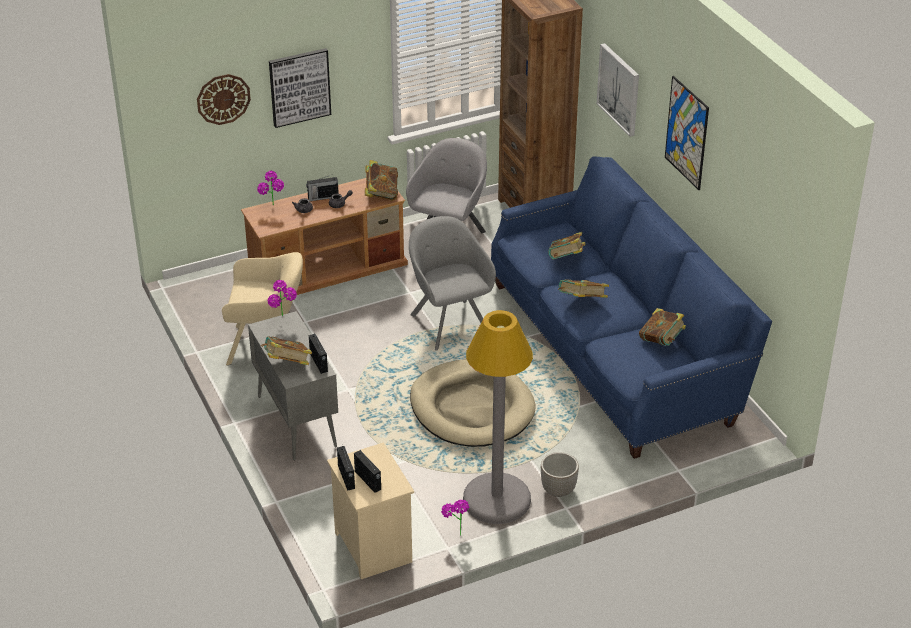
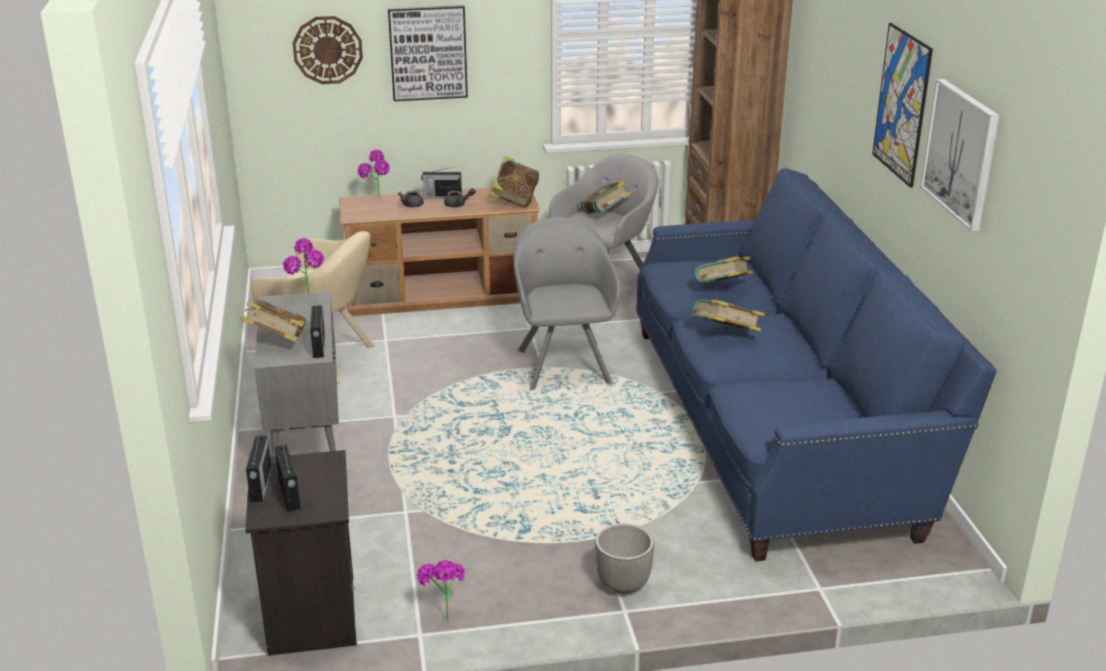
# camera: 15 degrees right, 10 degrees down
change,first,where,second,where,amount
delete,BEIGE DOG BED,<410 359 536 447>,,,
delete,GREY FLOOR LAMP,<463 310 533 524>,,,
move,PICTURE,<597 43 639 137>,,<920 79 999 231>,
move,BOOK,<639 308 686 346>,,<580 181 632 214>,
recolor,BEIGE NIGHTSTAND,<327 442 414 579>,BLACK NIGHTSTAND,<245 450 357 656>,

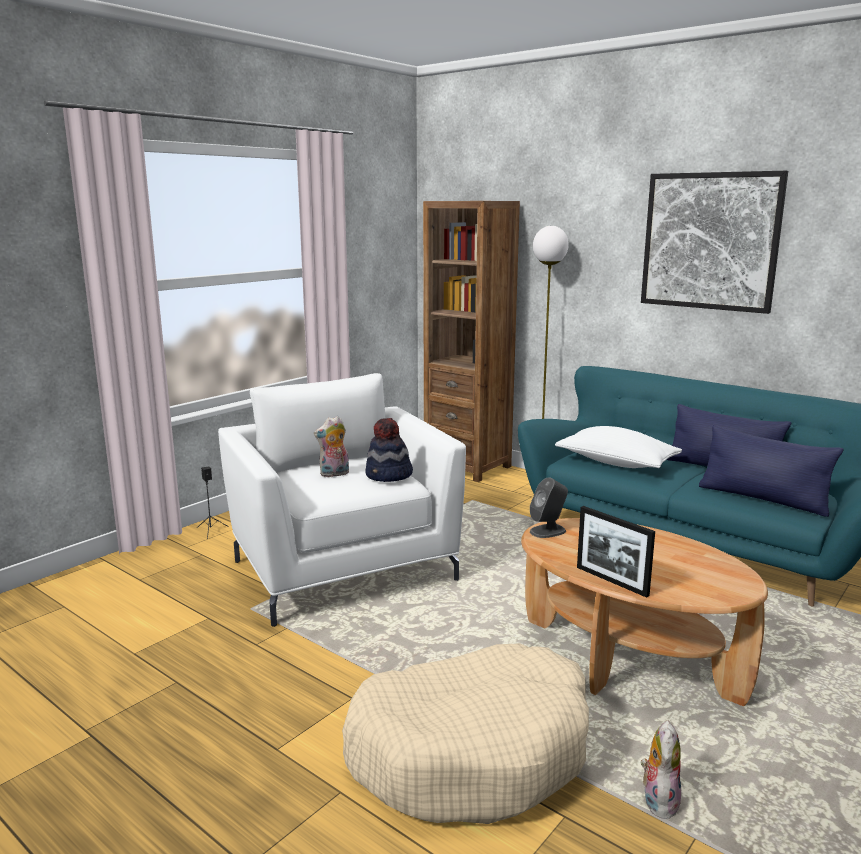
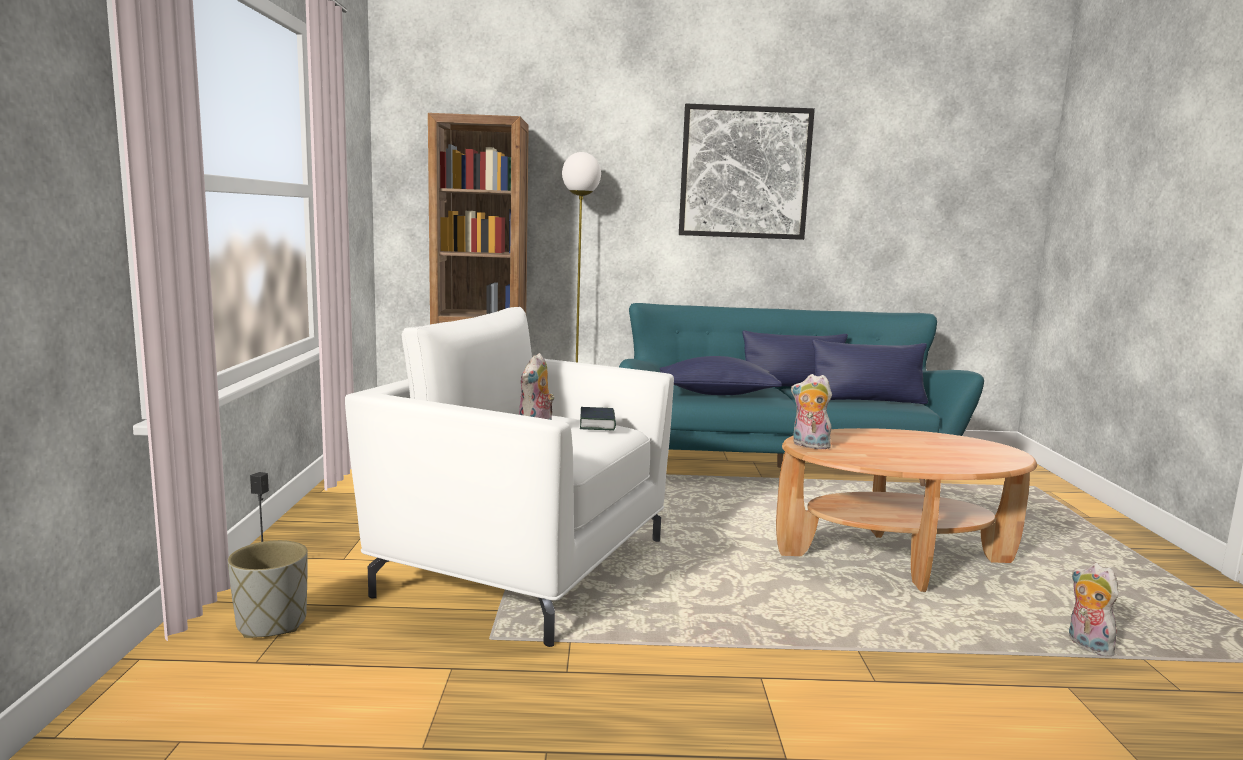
# camera: 40 degrees left, 5 degrees down
change,first,where,second,where,amount
delete,BEIGE DOG BED,<342 643 589 824>,,,
delete,PICTURE FRAME,<577 506 655 598>,,,
insert,,,GREY PLANTER,<228 540 308 638>,
replace,HAT,<365 418 413 482>,BOOK,<580 407 616 431>,
replace,GREY SPEAKER,<530 477 568 538>,PLUSH TOY,<791 374 832 449>,
recolor,WHITE PILLOW,<555 426 682 468>,BLUE PILLOW,<660 356 782 395>,

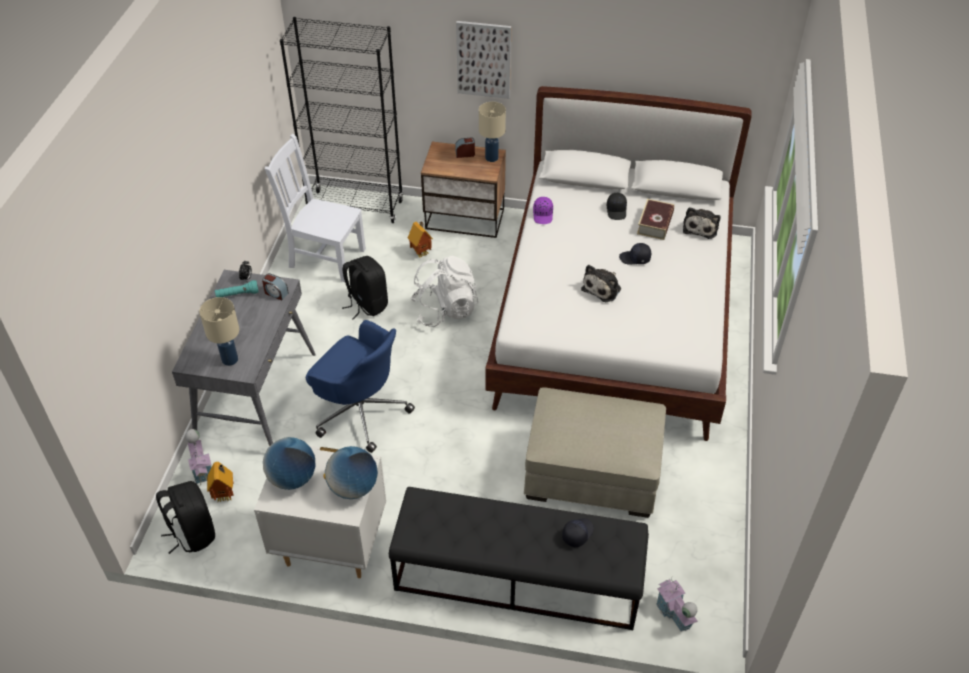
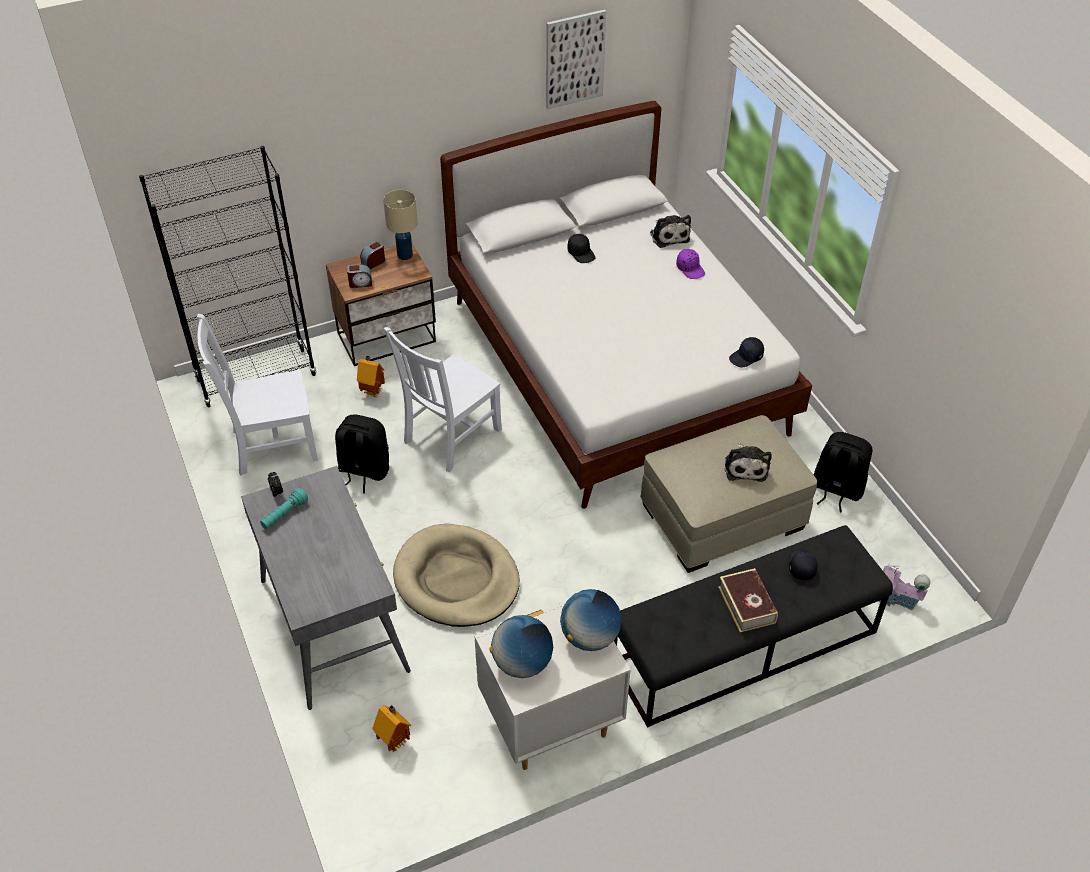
# camera: 35 degrees left, 0 degrees up
change,first,where,second,where,amount
delete,TOY HOUSE,<185 429 212 485>,,,
delete,BEIGE TABLE LAMP,<199 297 239 366>,,,
move,BLACK BACKPACK,<156 481 215 554>,,<814 432 872 512>,
move,ALARM CLOCK,<262 273 289 301>,,<347 264 372 288>,
move,PICTURE,<456 21 511 99>,,<546 9 606 109>,
move,PURPLE CAP,<533 197 553 224>,,<676 249 705 279>,
move,PLUSH TOY,<581 265 621 302>,,<725 443 772 482>,
move,BLACK CAP,<619 243 651 265>,,<729 337 764 368>,
move,BOOK,<637 199 674 240>,,<718 568 778 632>,
replace,BLUE OFFICE CHAIR,<306 320 415 453>,BEIGE DOG BED,<393 524 520 627>,
replace,WHITE BACKPACK,<411 256 478 327>,WHITE CHAIR,<384 327 502 472>,

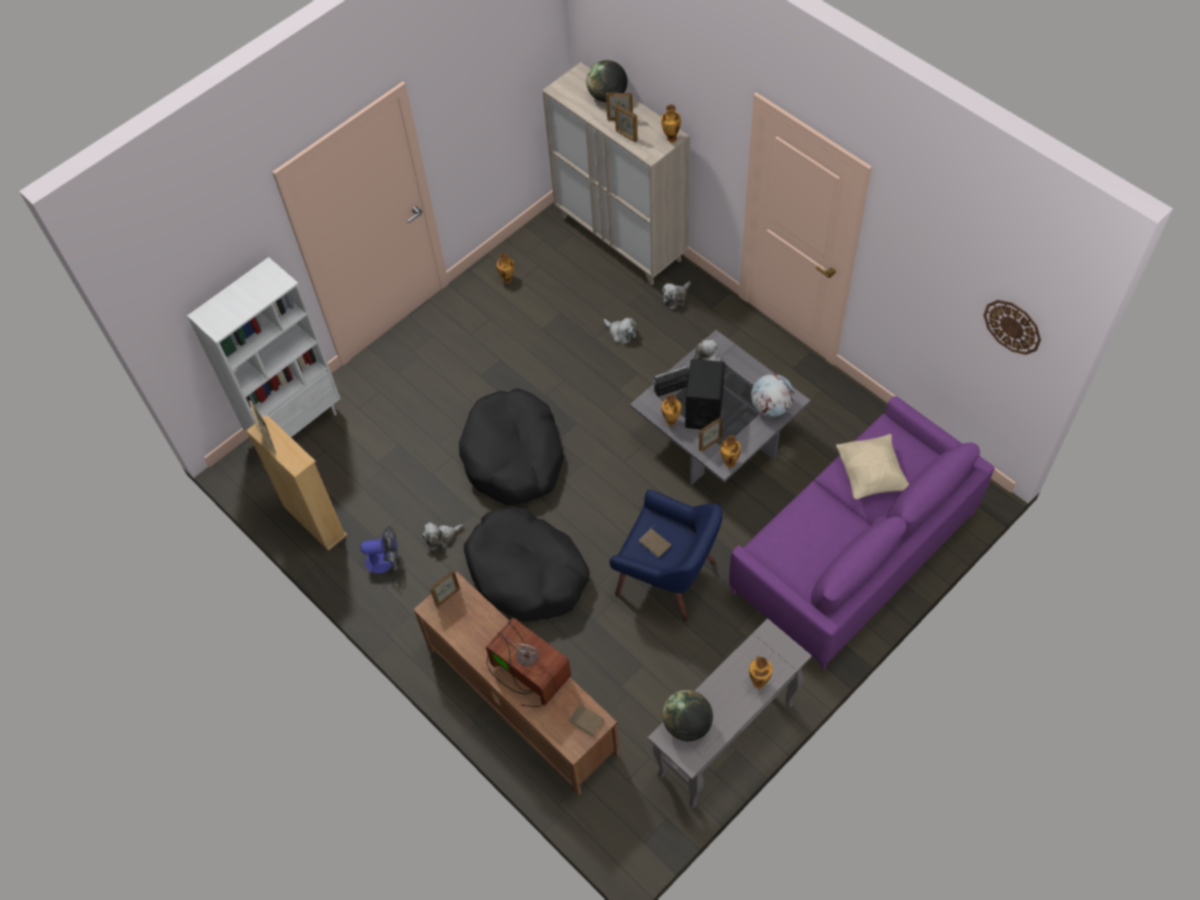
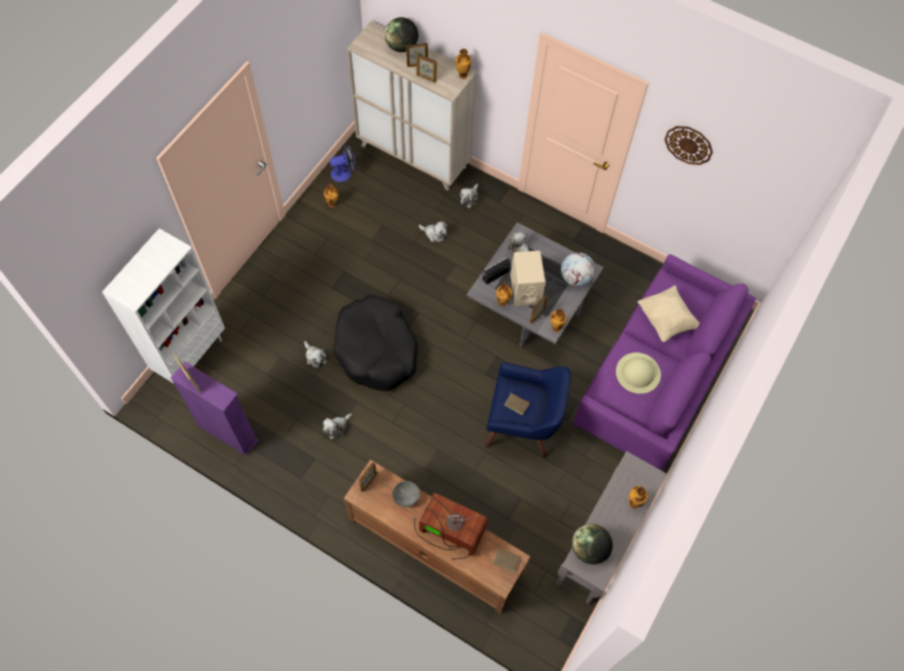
# camera: 20 degrees left, 5 degrees up
change,first,where,second,where,amount
delete,BLACK DOG BED,<464 508 590 622>,,,
insert,,,PLUSH TOY,<304 341 327 368>,
insert,,,GREY BOWL,<393 481 420 507>,
insert,,,BEIGE HAT,<616 353 661 394>,
move,FAN,<360 526 398 573>,,<330 145 356 182>,
move,WALL CLOCK,<983 300 1041 355>,,<664 126 713 165>,
recolor,BEIGE BOOKCASE,<246 415 347 551>,PURPLE BOOKCASE,<170 361 258 456>,
recolor,BLACK SPEAKER,<685 359 725 430>,BEIGE SPEAKER,<510 251 546 306>,

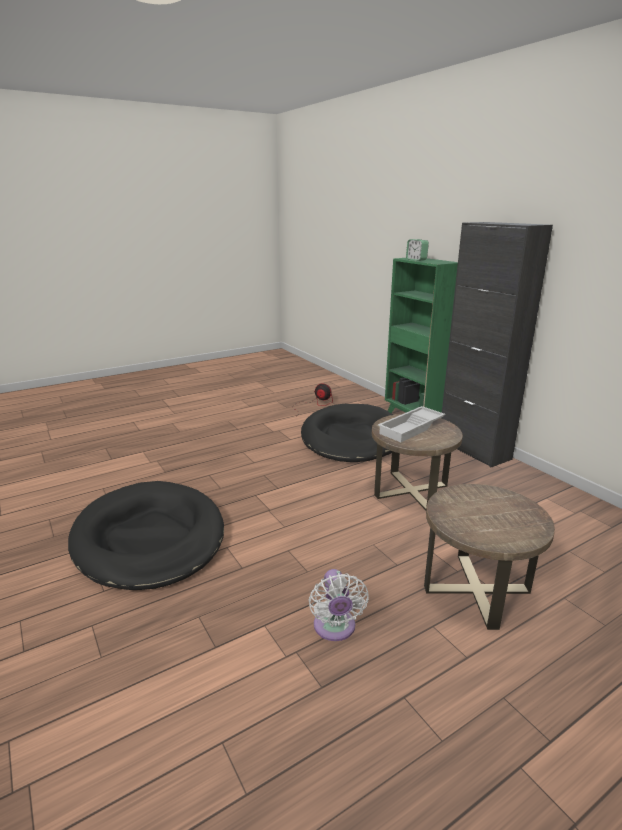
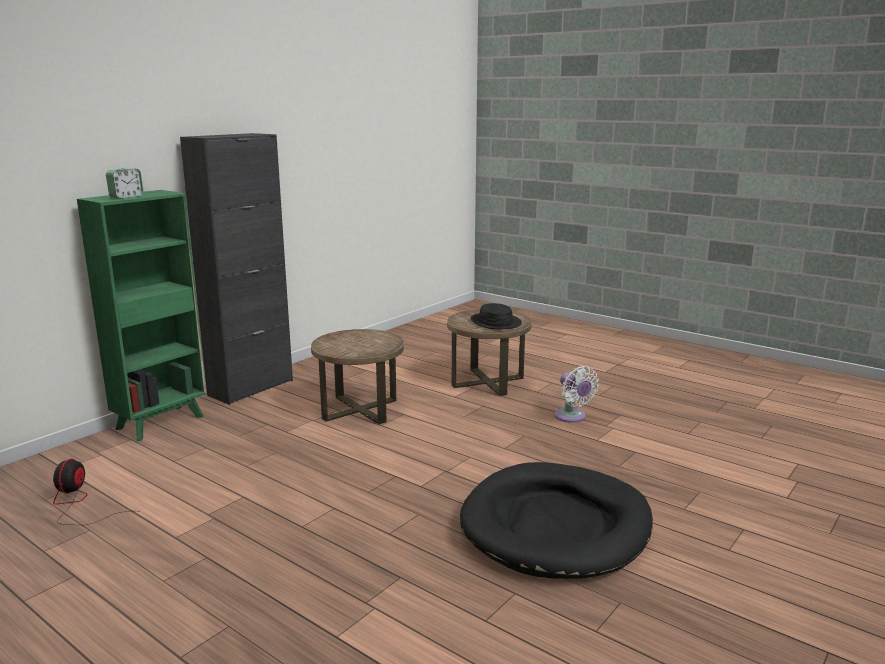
# camera: 110 degrees left, 5 degrees down
change,first,where,second,where,amount
delete,BLACK DOG BED,<301 404 393 462>,,,
delete,WHITE TRAY,<378 406 445 442>,,,
insert,,,BLACK HAT,<470 303 522 329>,
rotate,WHITE FAN,<309 569 369 641>,,<554 366 599 423>,90 degrees clockwise

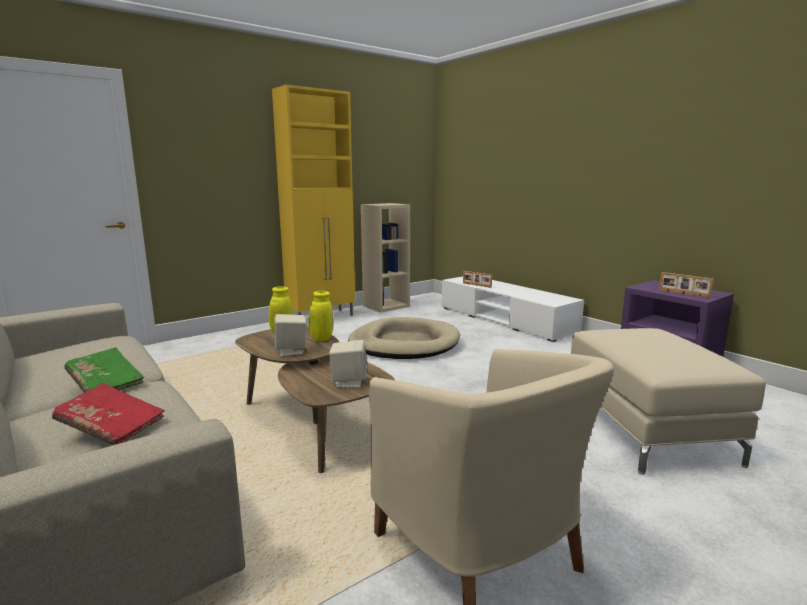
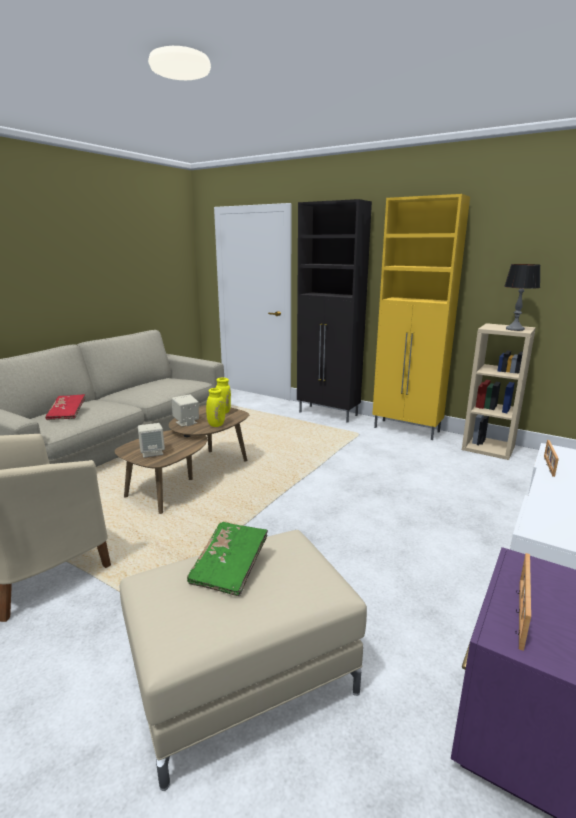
# camera: 70 degrees right, 5 degrees up
change,first,where,second,where,amount
delete,BEIGE DOG BED,<348 317 460 359>,,,
insert,,,BLACK CABINET,<297 199 372 423>,
insert,,,TABLE LAMP,<504 264 540 331>,
move,GREEN BOOK,<64 347 144 393>,,<187 522 268 596>,

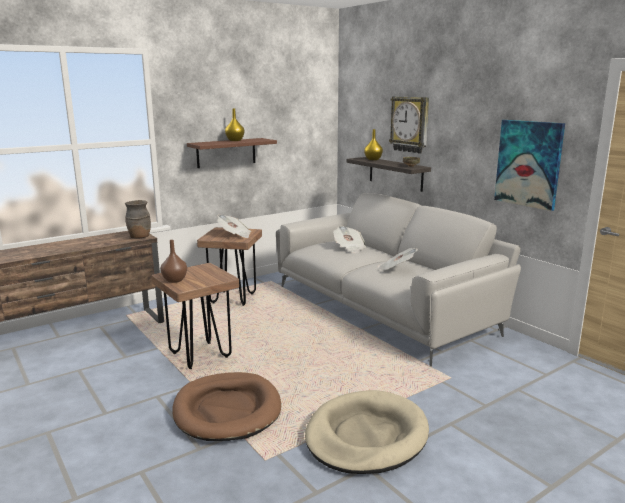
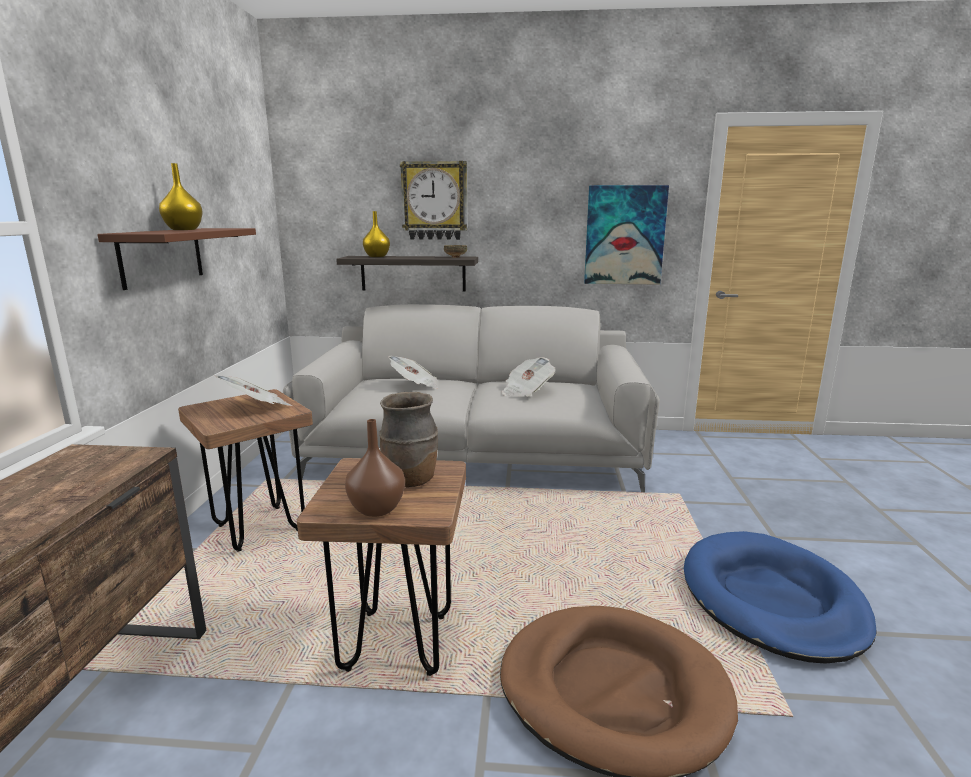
# camera: 50 degrees left, 0 degrees up
change,first,where,second,where,amount
move,BROWN VASE,<125 200 151 239>,,<379 392 438 487>,
recolor,BEIGE DOG BED,<305 390 429 474>,BLUE DOG BED,<684 531 877 664>,

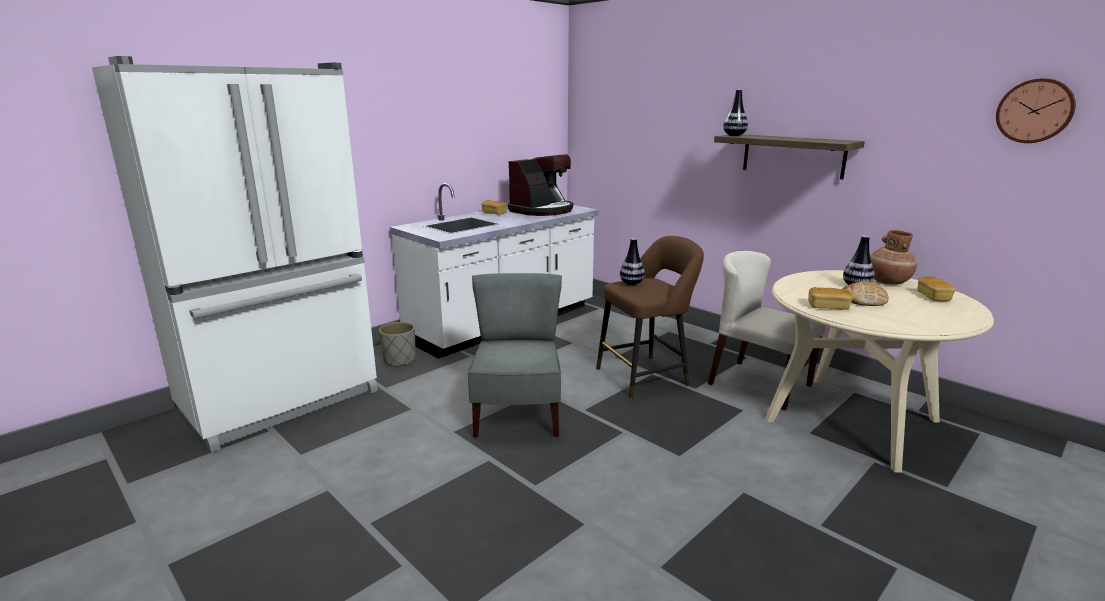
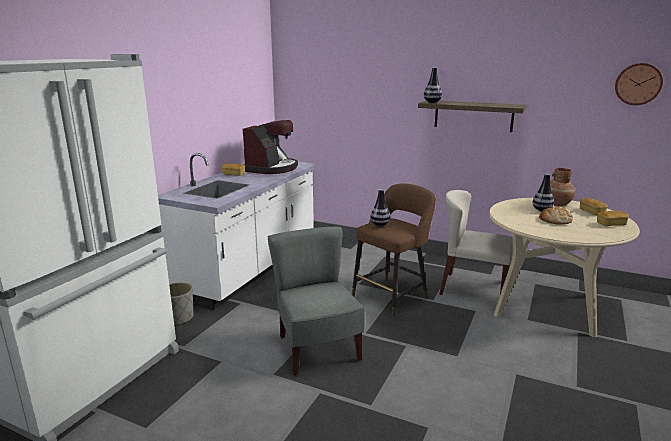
# camera: 20 degrees left, 0 degrees up
change,first,where,second,where,amount
move,BREAD,<808 287 853 310>,,<597 211 629 226>,

